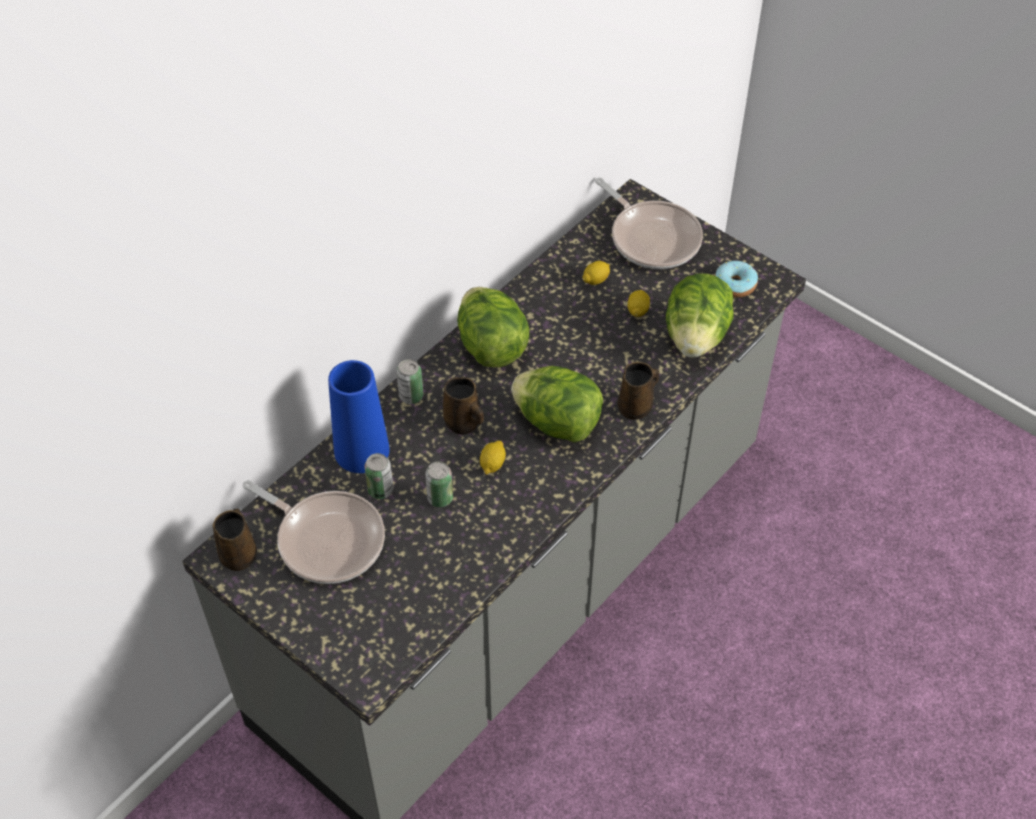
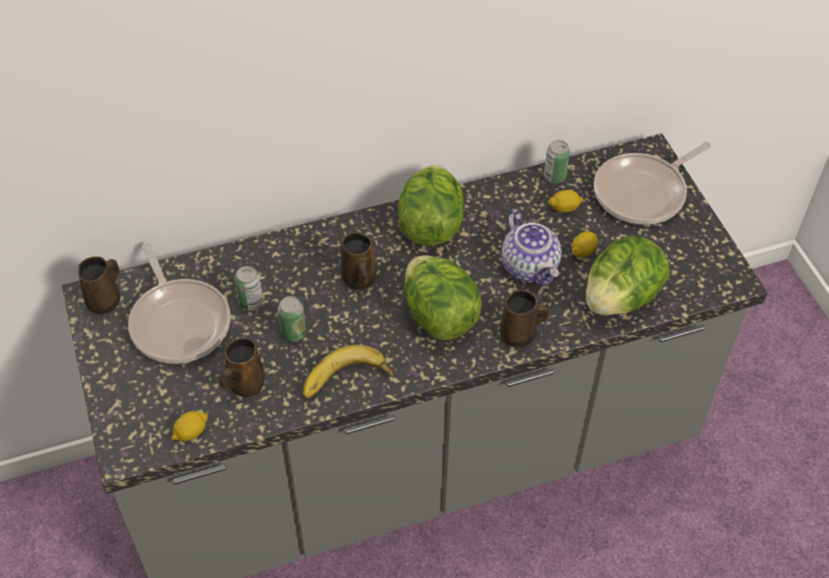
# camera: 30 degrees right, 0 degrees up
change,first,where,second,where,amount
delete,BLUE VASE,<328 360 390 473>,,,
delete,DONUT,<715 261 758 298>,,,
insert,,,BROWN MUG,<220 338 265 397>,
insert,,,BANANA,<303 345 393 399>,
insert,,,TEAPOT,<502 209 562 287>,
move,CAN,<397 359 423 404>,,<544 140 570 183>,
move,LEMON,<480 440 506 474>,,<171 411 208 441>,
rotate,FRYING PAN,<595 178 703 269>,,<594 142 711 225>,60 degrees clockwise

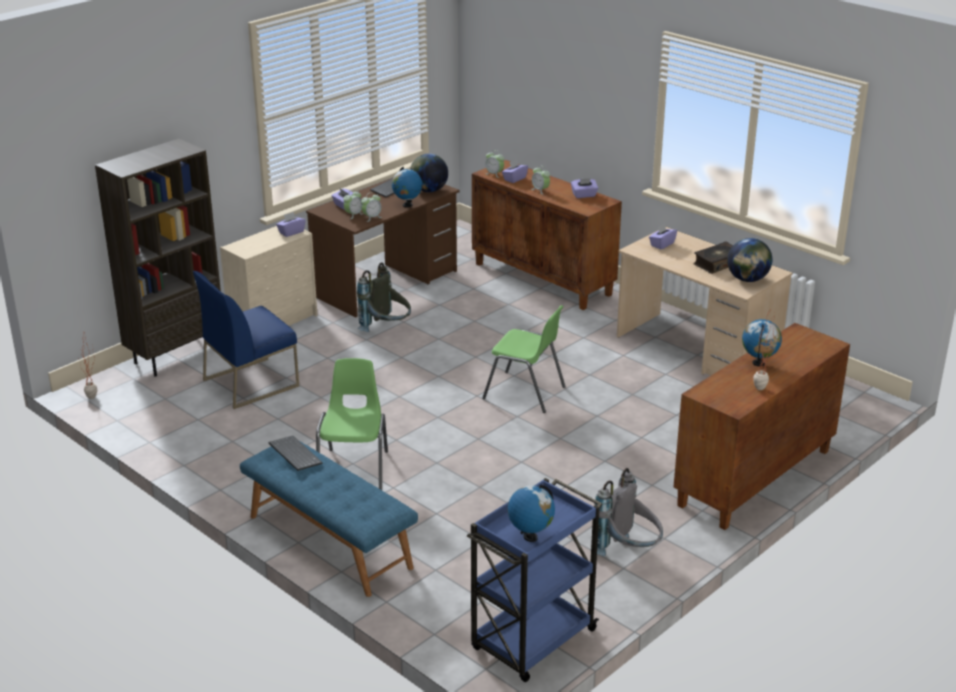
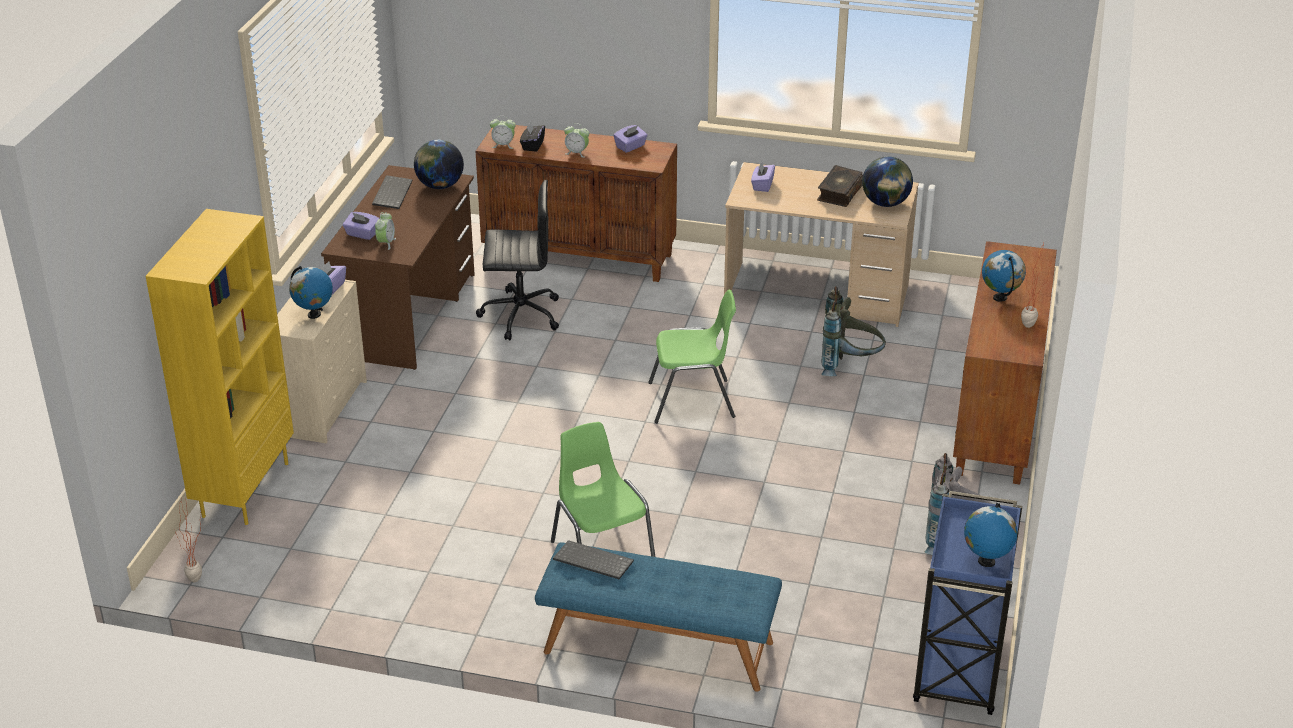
# camera: 30 degrees left, 5 degrees up
change,first,where,second,where,amount
delete,BLUE CHAIR,<193 271 299 409>,,,
delete,ALARM CLOCK,<361 192 382 222>,,,
insert,,,BLACK OFFICE CHAIR,<476 180 559 340>,
move,GREY BACKPACK,<357 263 411 332>,,<821 286 886 376>,
move,GLOBE,<392 167 422 207>,,<289 266 333 319>,
recolor,BROWN BOOKCASE,<95 139 221 377>,YELLOW BOOKCASE,<146 209 294 525>,
recolor,PURPLE TISSUE BOX,<502 160 528 183>,BLACK TISSUE BOX,<520 122 545 152>,

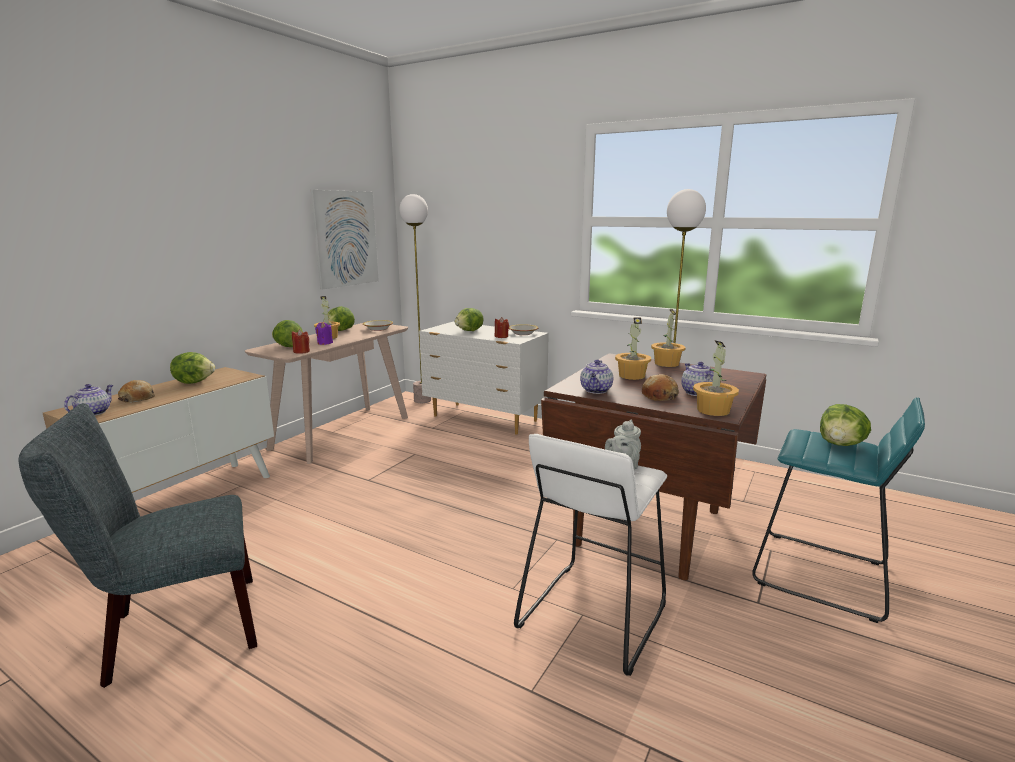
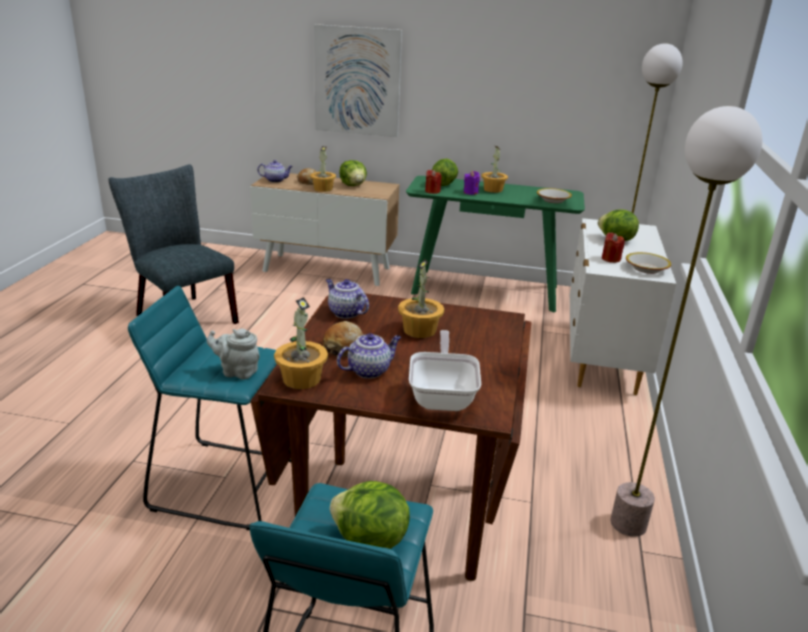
# camera: 70 degrees right, 10 degrees up
change,first,where,second,where,amount
delete,LETTUCE,<323 306 355 331>,,,
insert,,,FRYING PAN,<409 330 481 411>,
move,PICTURE,<311 190 379 290>,,<314 24 402 137>,
move,POTTED PLANT,<651 309 686 367>,,<310 146 336 192>,
recolor,BEIGE CONSOLE TABLE,<245 323 408 464>,GREEN CONSOLE TABLE,<406 176 585 312>,
recolor,WHITE STOOL,<514 434 667 676>,TURQUOISE STOOL,<128 286 291 530>,
rotate,TEAPOT,<580 360 613 394>,,<326 279 369 319>,45 degrees clockwise

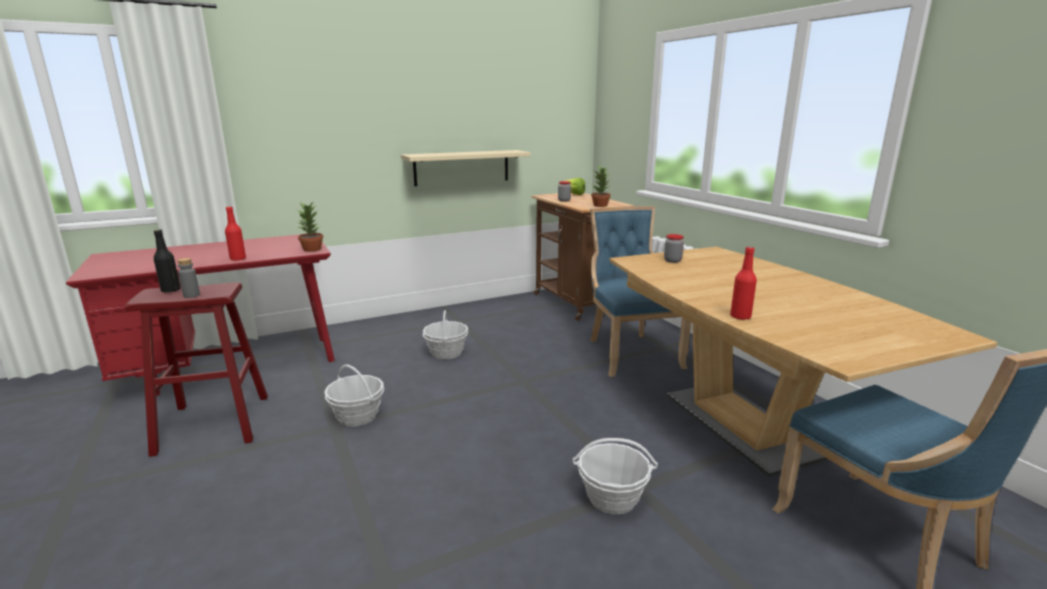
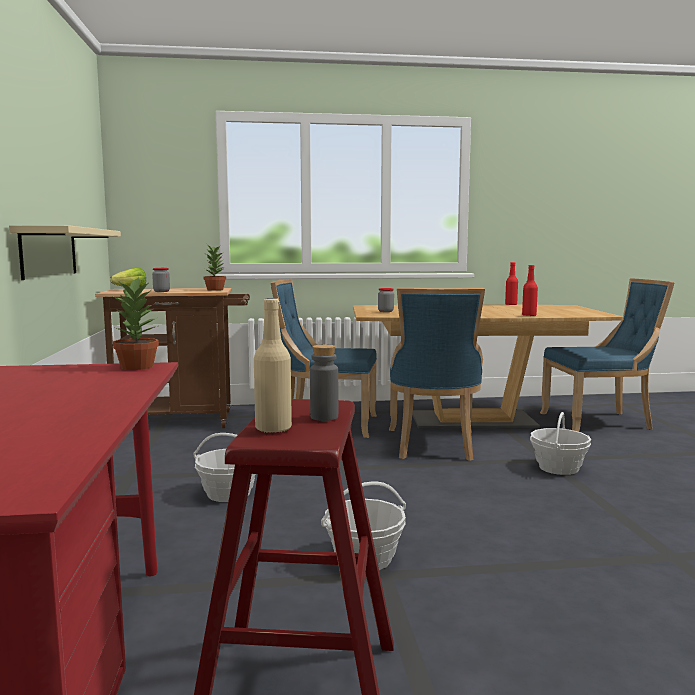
# camera: 70 degrees left, 10 degrees down
change,first,where,second,where,amount
insert,,,BLUE CHAIR,<389 288 485 461>,
move,RED BOTTLE,<225 206 246 261>,,<505 262 518 305>,
recolor,BLACK BOTTLE,<153 229 181 293>,BEIGE BOTTLE,<254 298 292 433>,

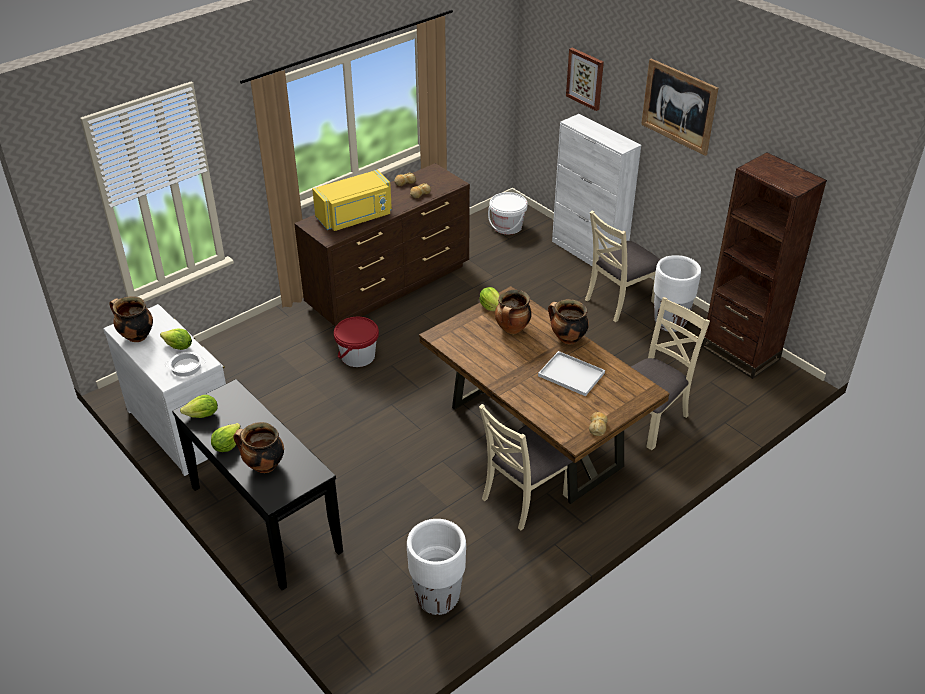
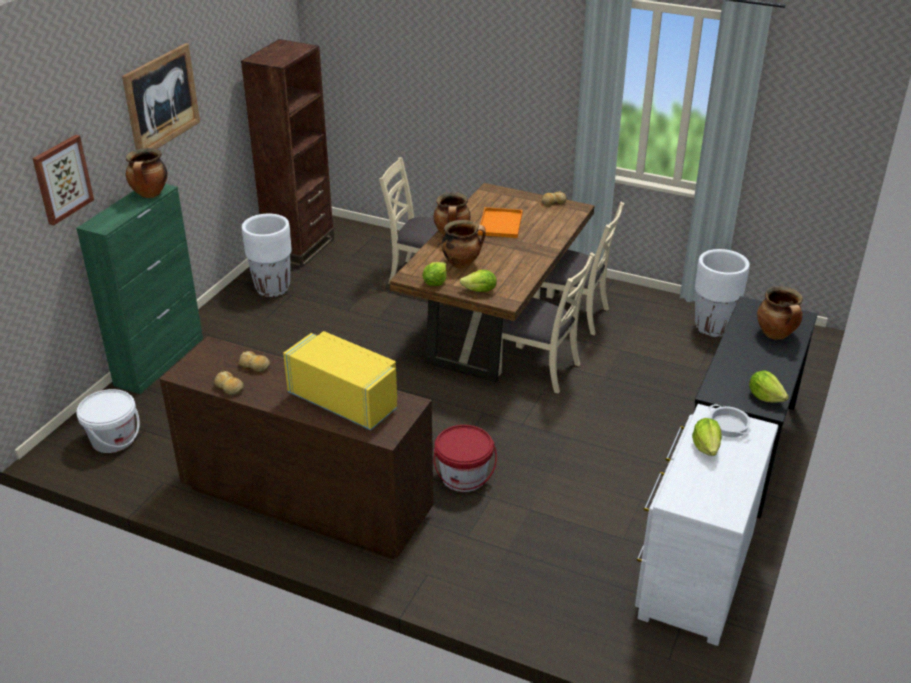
# camera: 115 degrees left, 5 degrees down
change,first,where,second,where,amount
move,COOKING POT,<109 296 153 342>,,<126 148 168 198>,
move,LETTUCE,<211 423 241 452>,,<460 270 497 292>,
move,BEIGE CHAIR,<585 210 661 322>,,<498 252 595 393>,
recolor,WHITE TRAY,<538 351 605 396>,ORANGE TRAY,<478 207 523 238>,
recolor,WHITE CABINET,<552 114 641 266>,GREEN CABINET,<76 184 203 394>,

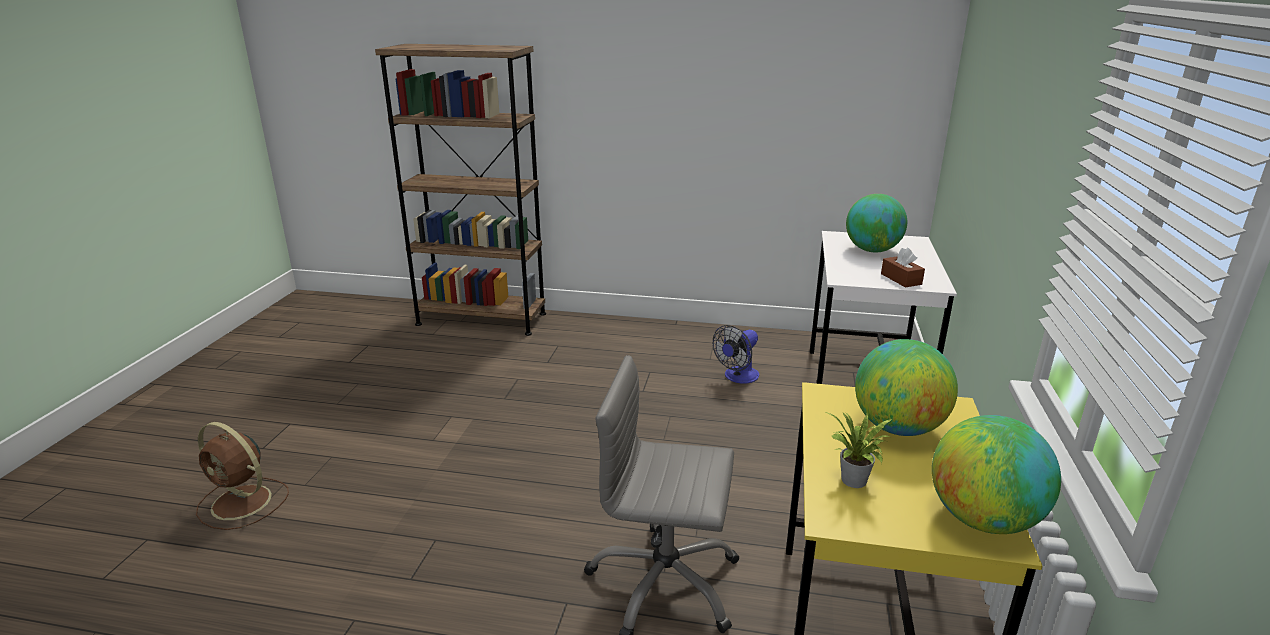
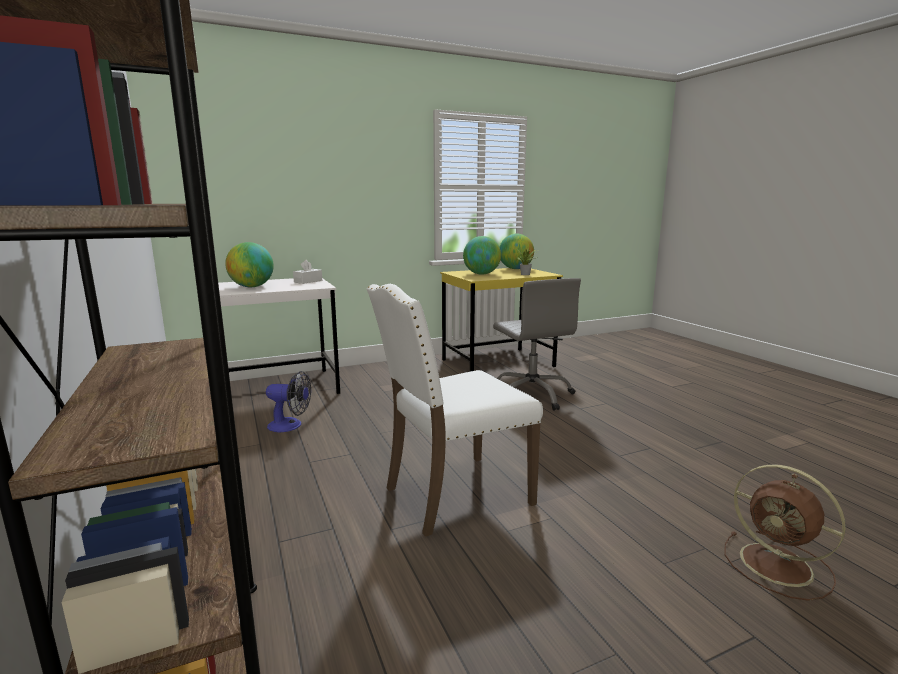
# camera: 125 degrees left, 10 degrees down
change,first,where,second,where,amount
insert,,,WHITE CHAIR,<366 284 543 537>,
recolor,BROWN TISSUE BOX,<881 248 925 287>,WHITE TISSUE BOX,<293 260 322 284>,
rotate,BROWN FAN,<196 422 289 530>,,<724 465 846 601>,150 degrees clockwise

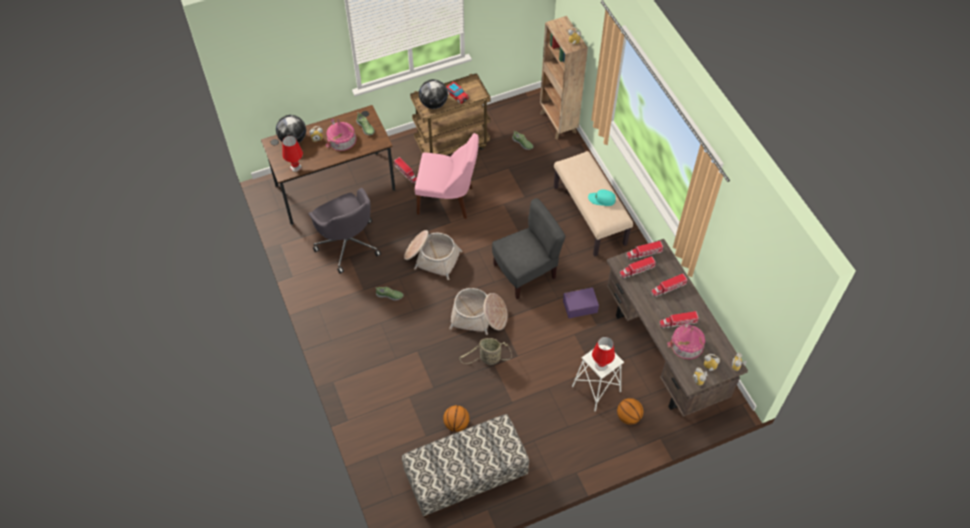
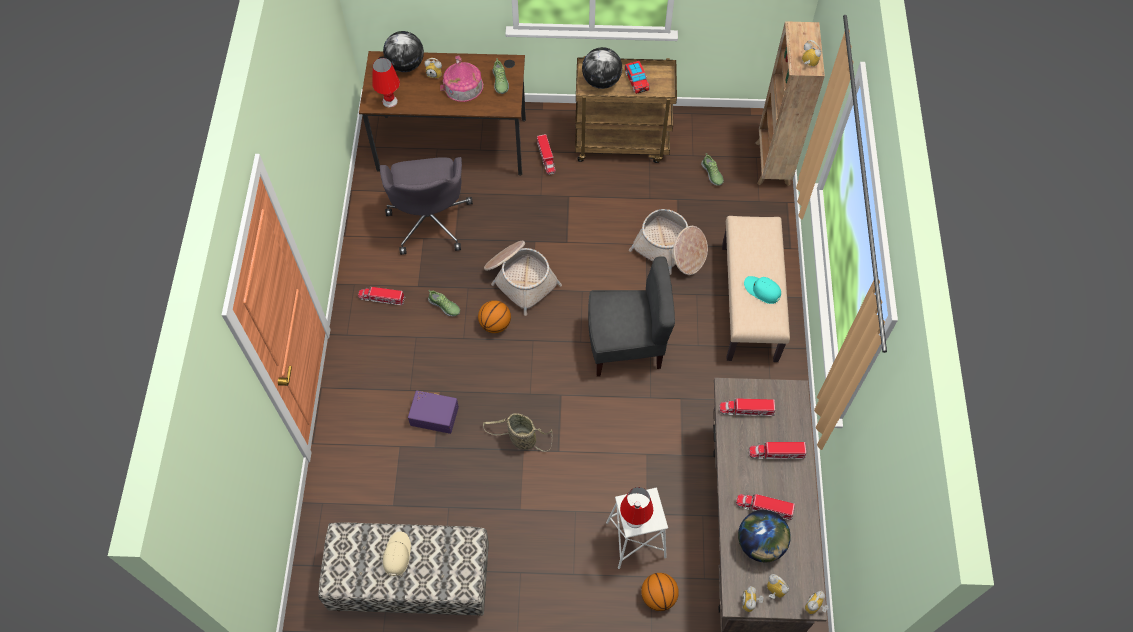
# camera: 25 degrees right, 5 degrees up
change,first,where,second,where,amount
delete,PINK CHAIR,<415 133 479 219>,,,
insert,,,BEIGE CAP,<383 532 411 576>,
move,BASKETBALL,<443 405 470 432>,,<478 300 511 333>,
move,BASKET,<449 288 507 335>,,<629 209 708 275>,
move,PURPLE STORAGE BOX,<563 287 599 318>,,<408 390 459 434>,
move,TOY TRUCK,<626 241 663 260>,,<358 286 405 305>,
replace,TOY HOUSE,<667 321 705 359>,GLOBE,<738 510 791 562>,

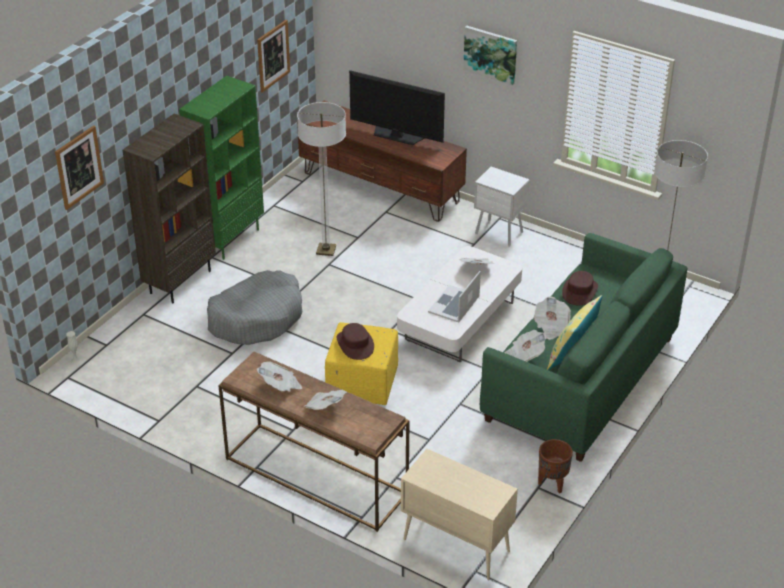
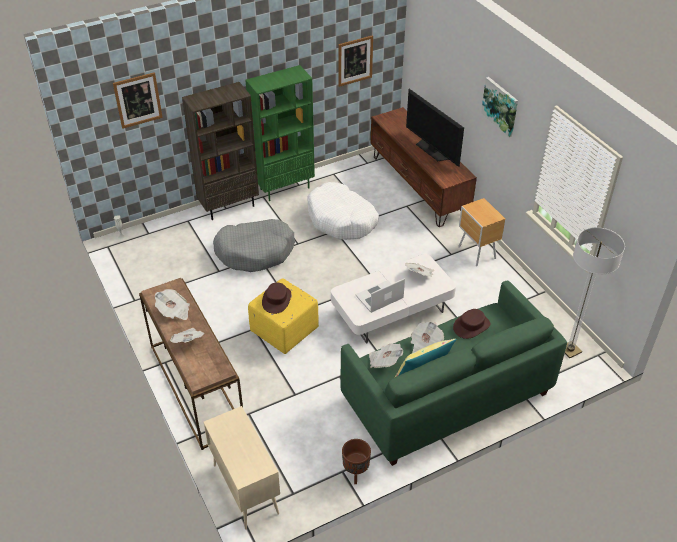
# camera: 30 degrees right, 5 degrees up
change,first,where,second,where,amount
replace,FLOOR LAMP,<297 102 346 256>,WHITE DOG BED,<307 182 379 240>,
recolor,WHITE NIGHTSTAND,<474 167 529 247>,BROWN NIGHTSTAND,<458 198 505 266>,

